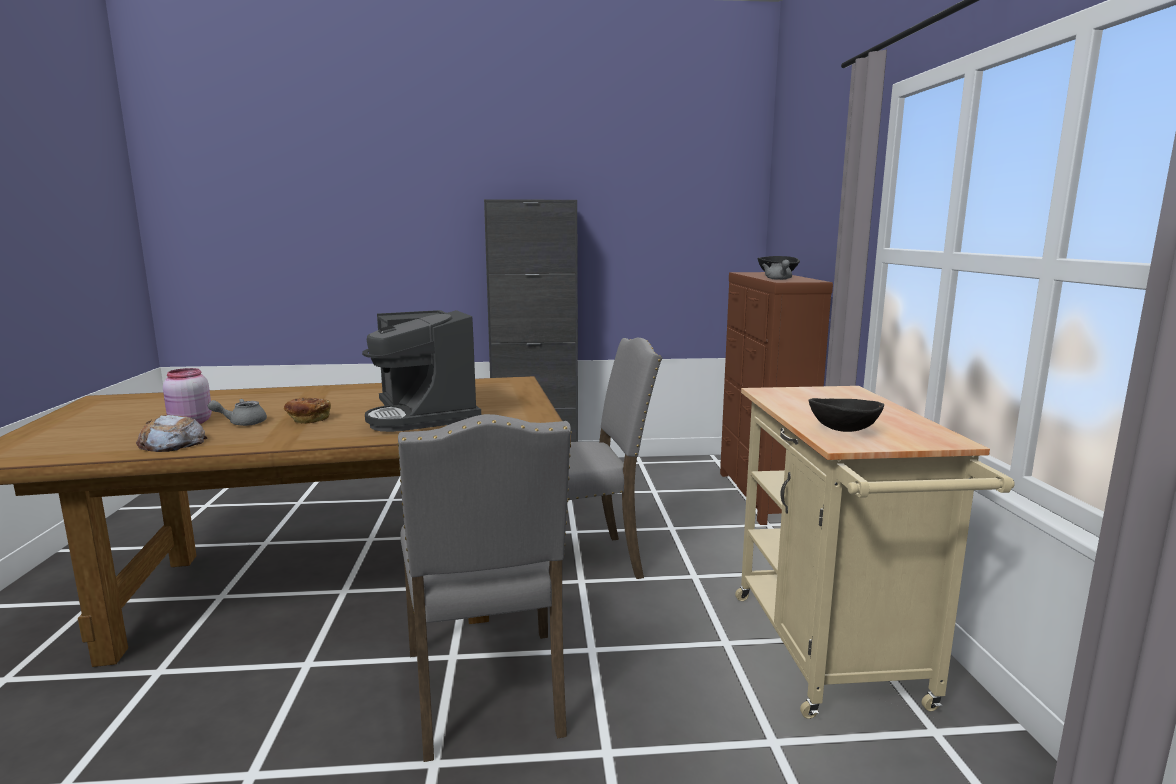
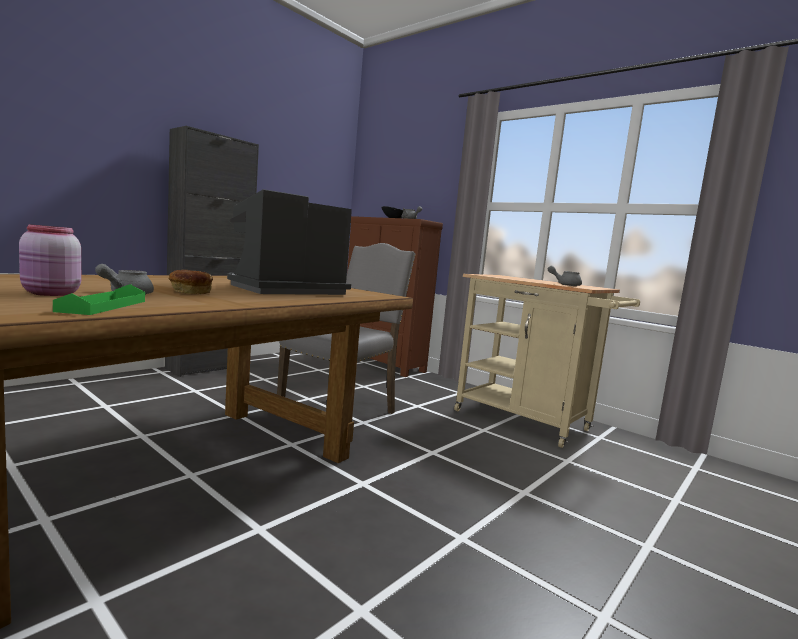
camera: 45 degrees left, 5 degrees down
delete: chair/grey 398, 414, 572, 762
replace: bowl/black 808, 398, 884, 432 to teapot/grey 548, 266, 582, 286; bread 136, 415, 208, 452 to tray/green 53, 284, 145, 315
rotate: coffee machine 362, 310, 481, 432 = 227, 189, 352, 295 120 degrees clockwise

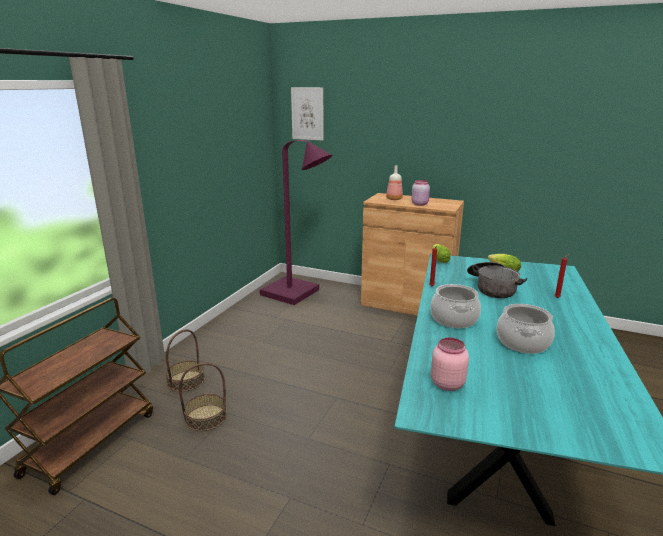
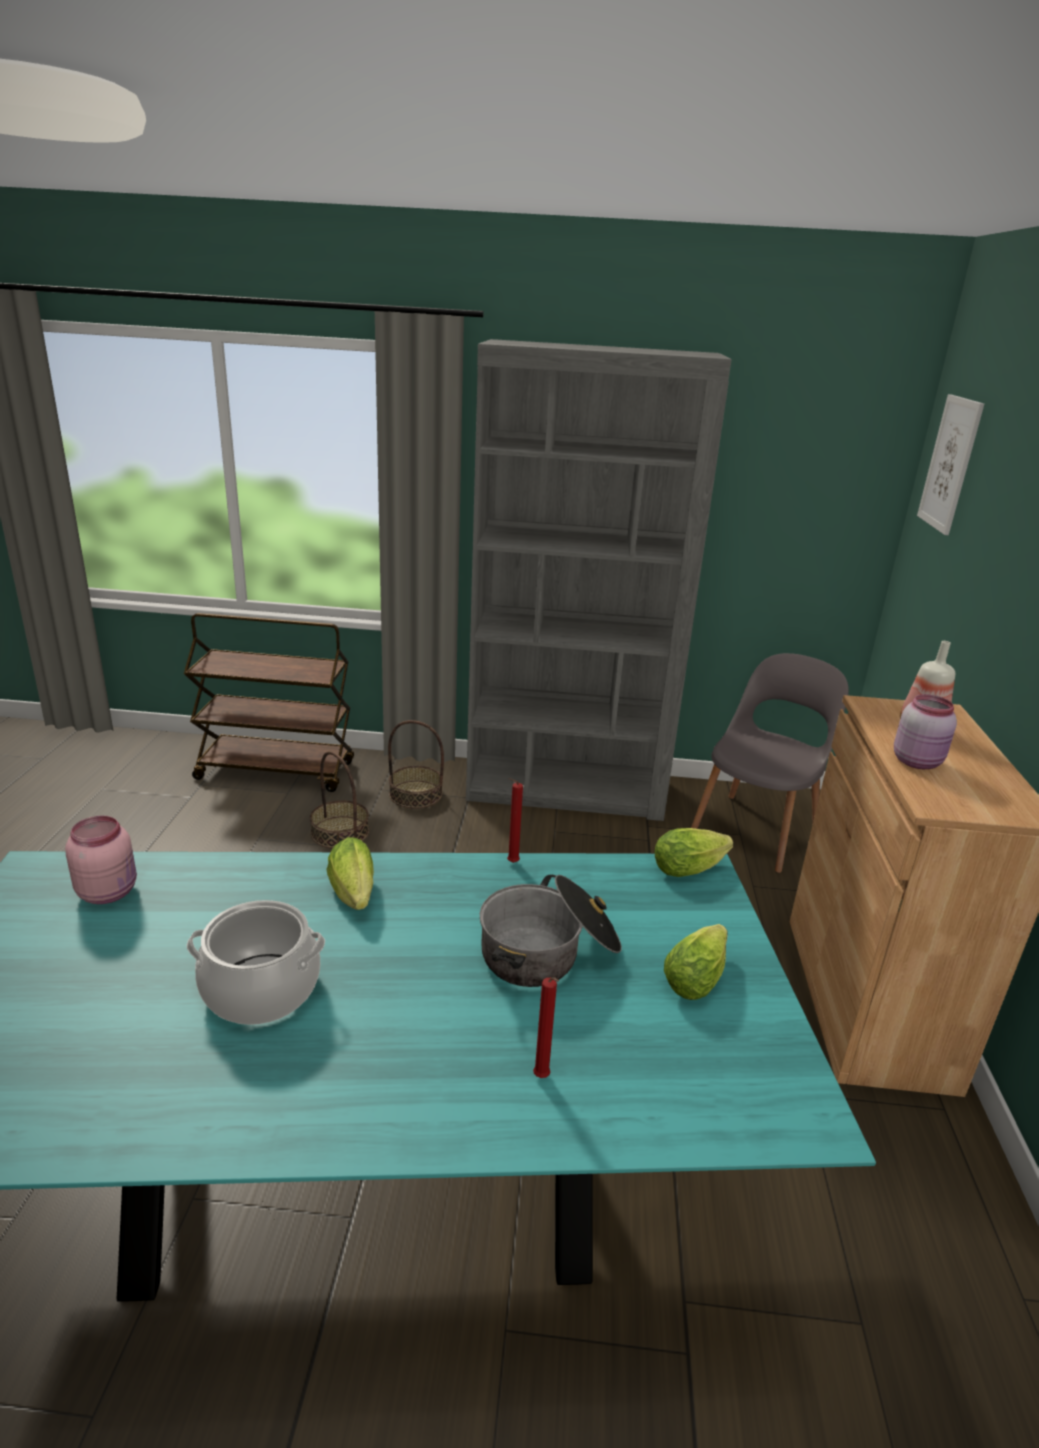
camera: 70 degrees right, 5 degrees up
insert: bookcase/grey 466, 339, 732, 821
replace: floor lamp/purple 260, 140, 333, 305 to chair/grey 691, 653, 849, 873; cooking pot 430, 284, 481, 328 to lettuce 327, 837, 374, 910

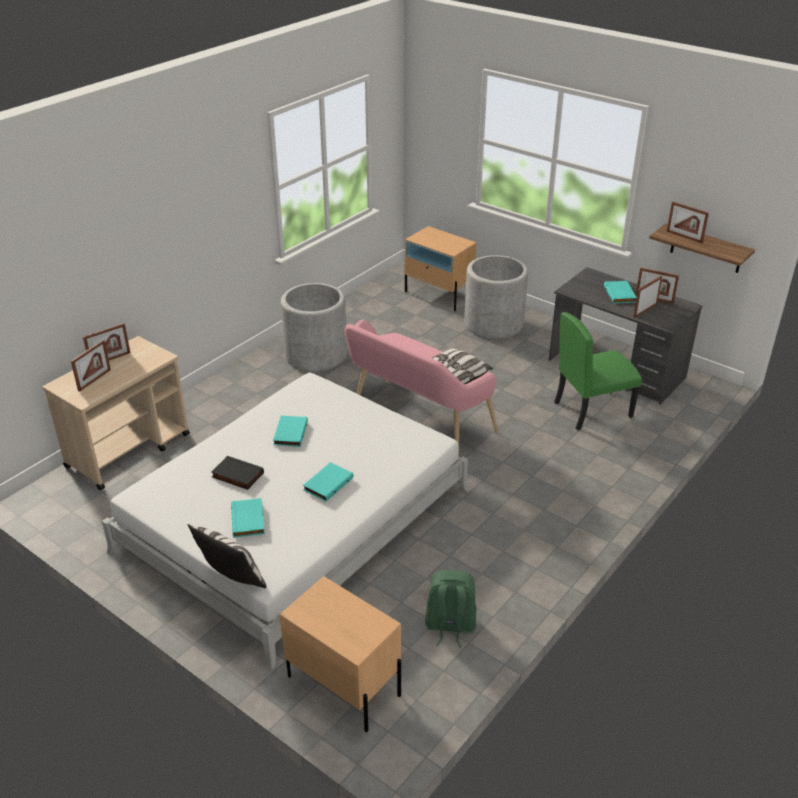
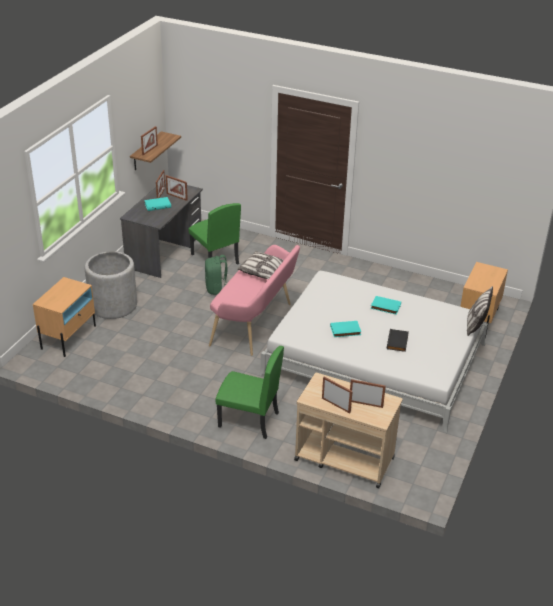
camera: 105 degrees left, 0 degrees up
delete: planter/grey 281, 283, 347, 371; book/turquoise 231, 498, 265, 538
insert: chair/green 215, 346, 284, 439
move: backpack/green 425, 570, 476, 648 to 205, 255, 227, 295

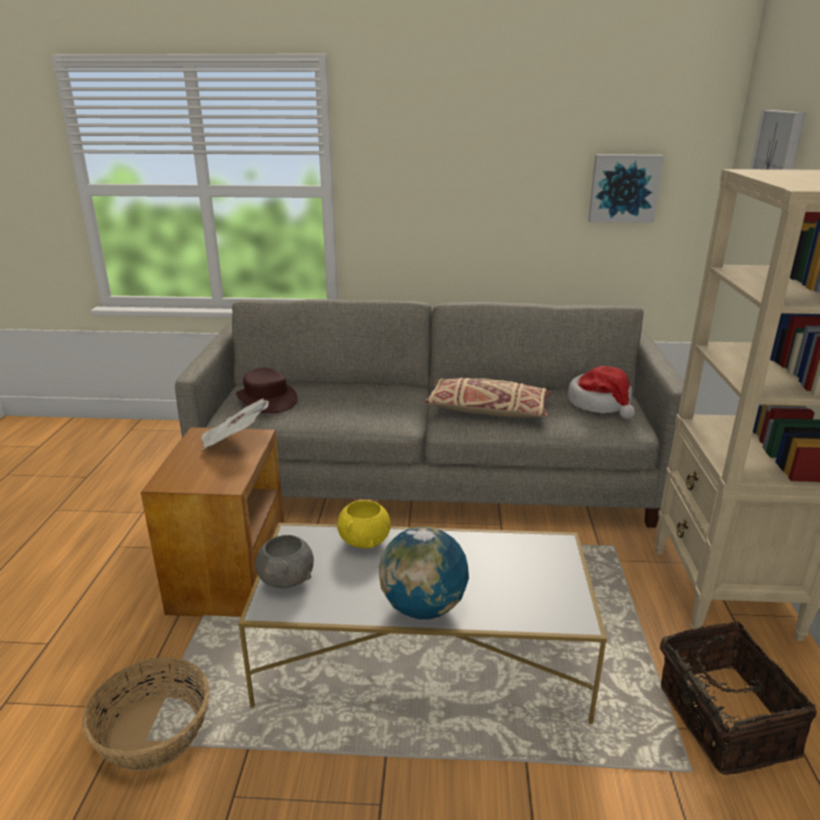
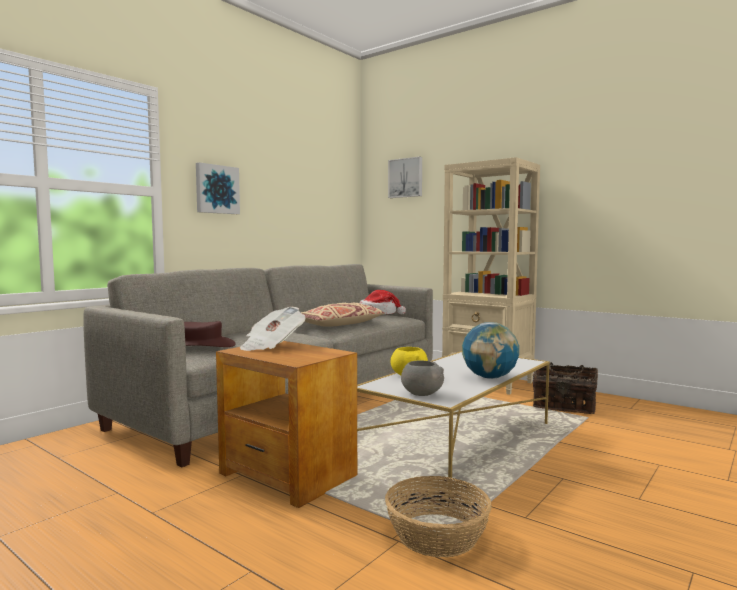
camera: 55 degrees left, 20 degrees down
move: picture 588, 154, 664, 223 to 196, 162, 240, 214

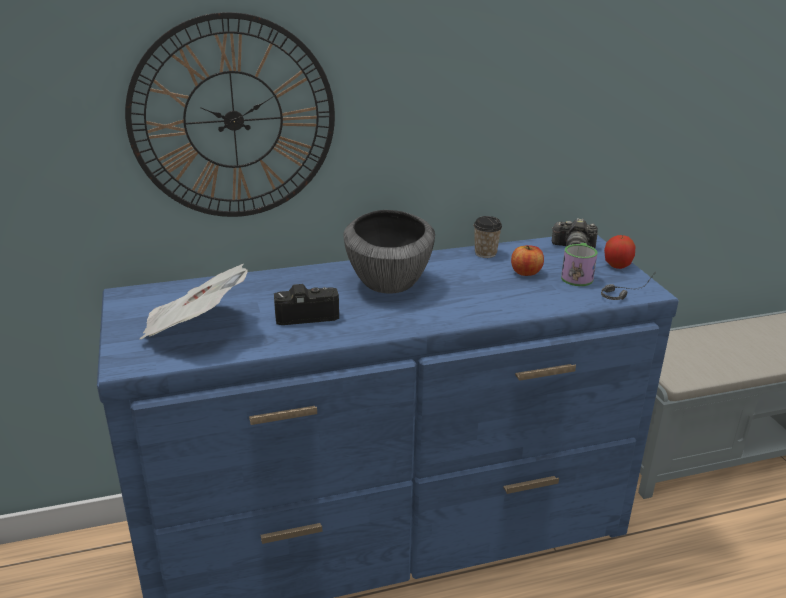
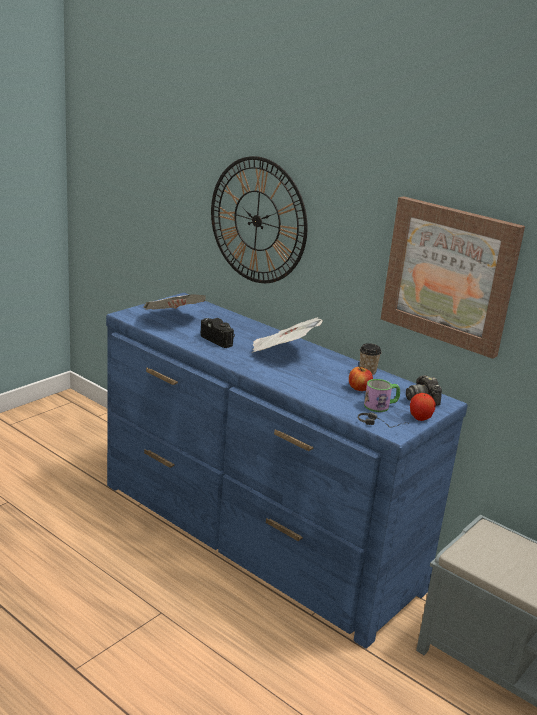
camera: 55 degrees right, 5 degrees down
insert: picture 381, 196, 525, 359
replace: bowl 343, 210, 435, 294 to newspaper 252, 317, 323, 353

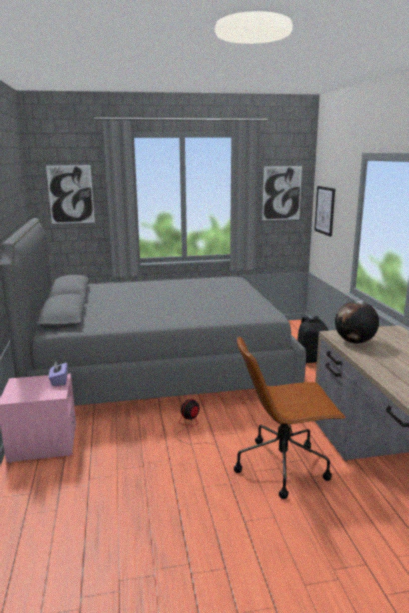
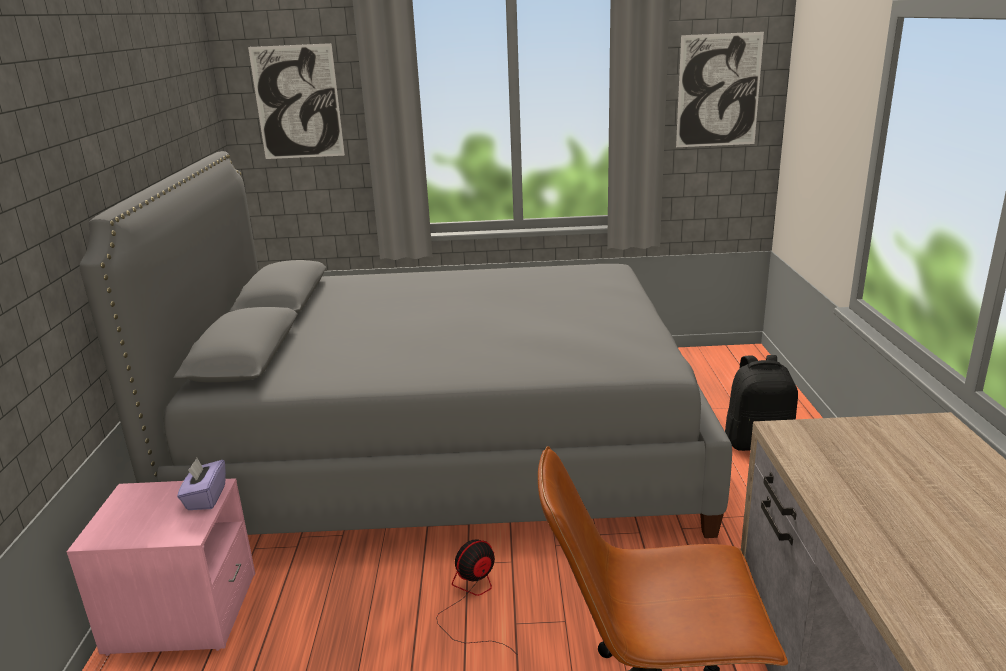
camera: 10 degrees right, 5 degrees up
delete: picture 314, 186, 335, 237; globe 335, 301, 379, 344

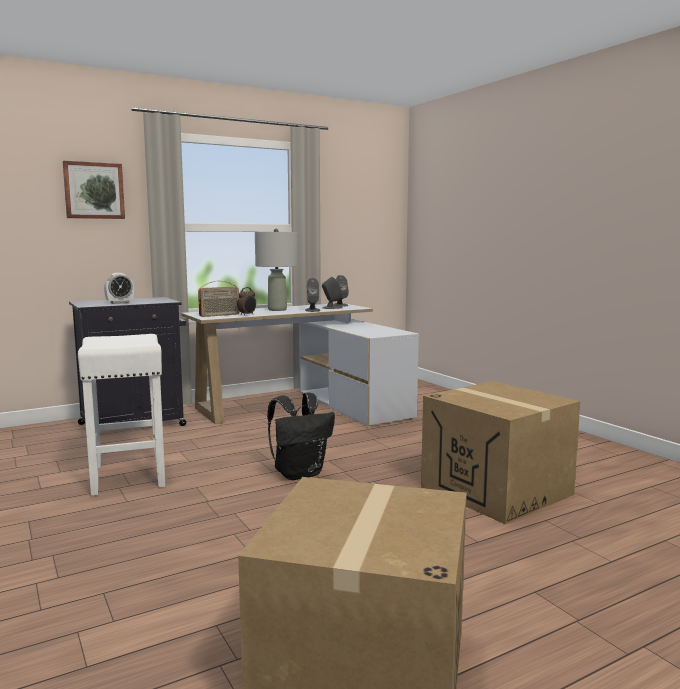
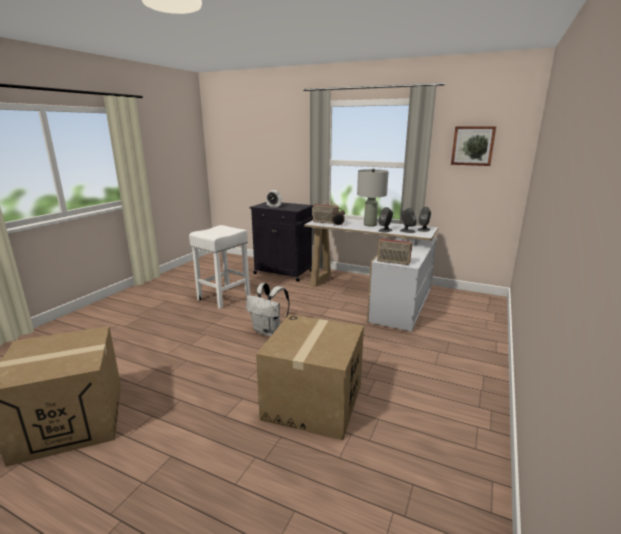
camera: 55 degrees right, 10 degrees up
insert: radio 377, 235, 412, 265
move: picture 63, 161, 125, 219 to 451, 126, 496, 166
recolor: backpack/black 267, 392, 335, 480 to backpack/white 246, 283, 290, 336

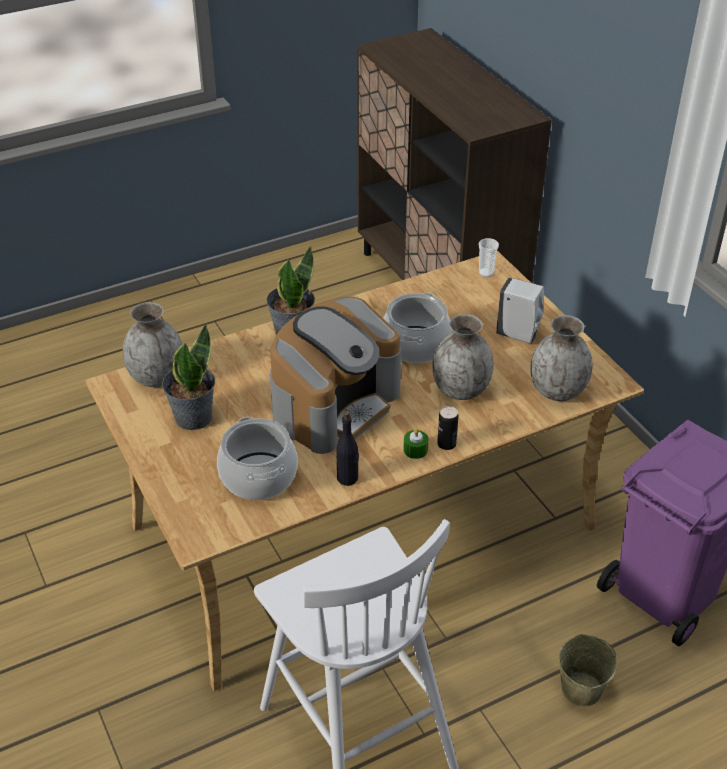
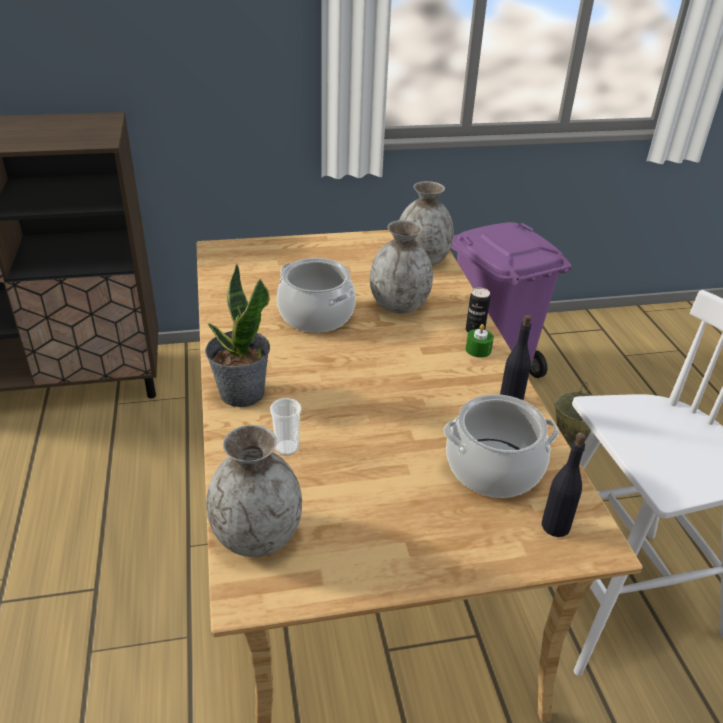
camera: 75 degrees left, 5 degrees down
delete: soap dispenser/white 496, 278, 544, 344; coffee machine 270, 297, 401, 454; potted plant 162, 324, 215, 430
insert: bottle/black 541, 432, 586, 537
move: cup 479, 238, 499, 277 to 270, 398, 301, 456

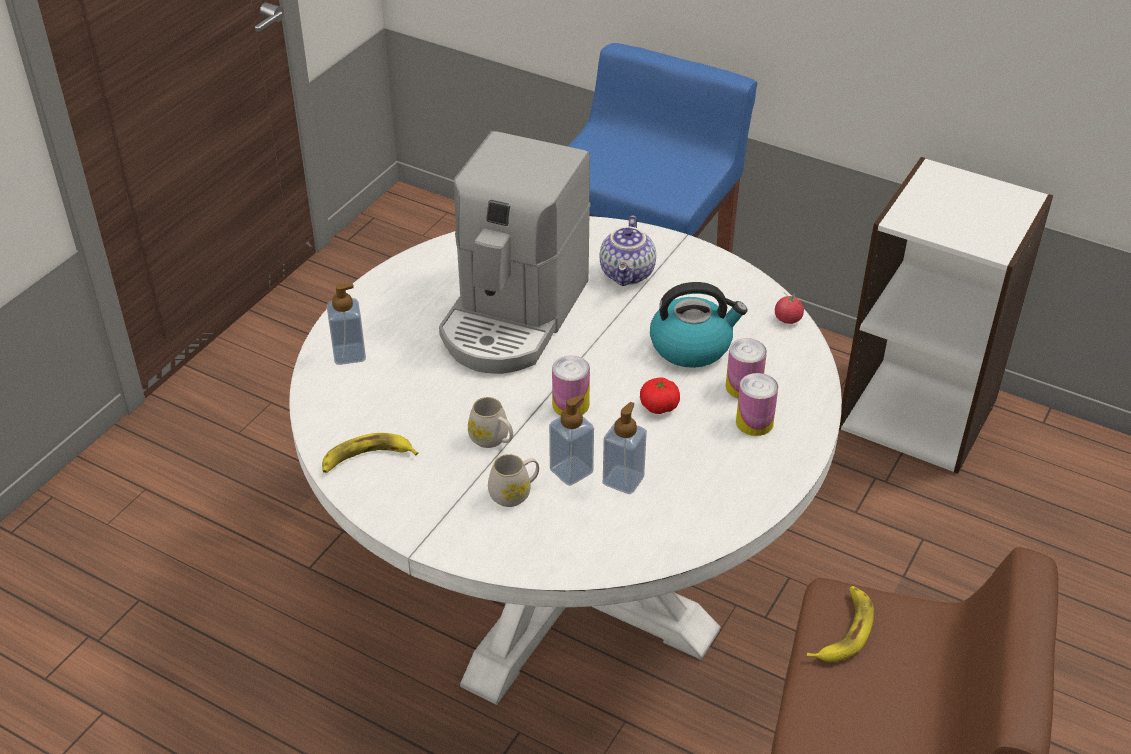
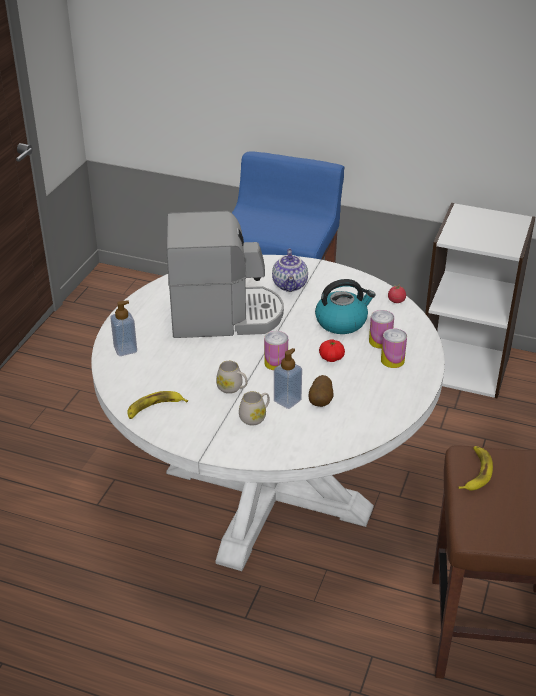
camera: 10 degrees left, 5 degrees down
replace: soap dispenser 603, 402, 647, 494 to potato 309, 375, 334, 407
rotate: coffee machine 439, 131, 591, 374 = 167, 211, 284, 338 105 degrees counterclockwise

